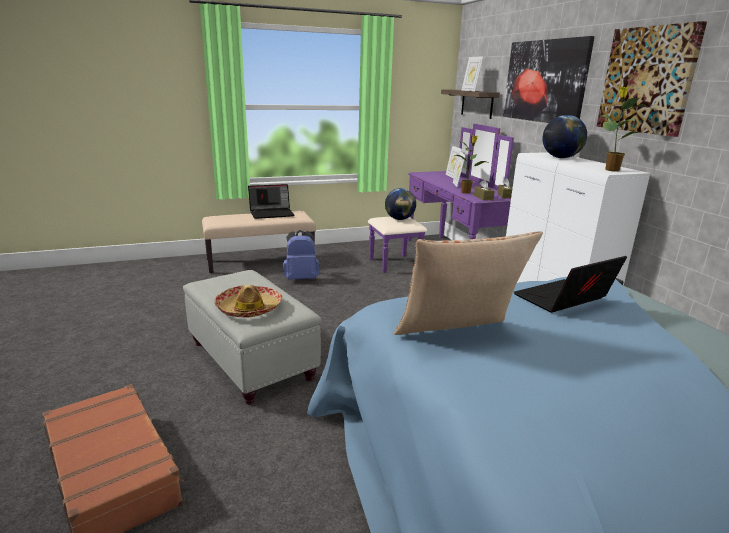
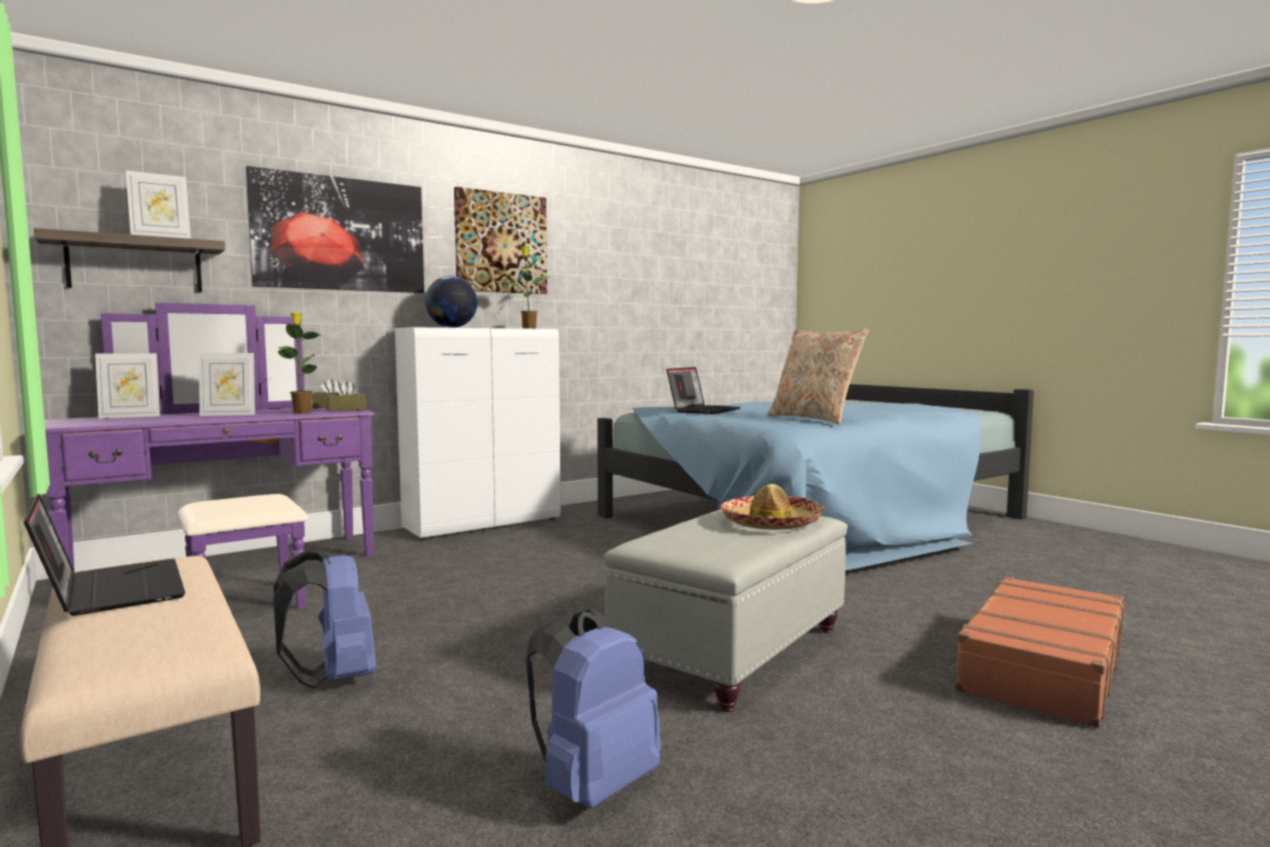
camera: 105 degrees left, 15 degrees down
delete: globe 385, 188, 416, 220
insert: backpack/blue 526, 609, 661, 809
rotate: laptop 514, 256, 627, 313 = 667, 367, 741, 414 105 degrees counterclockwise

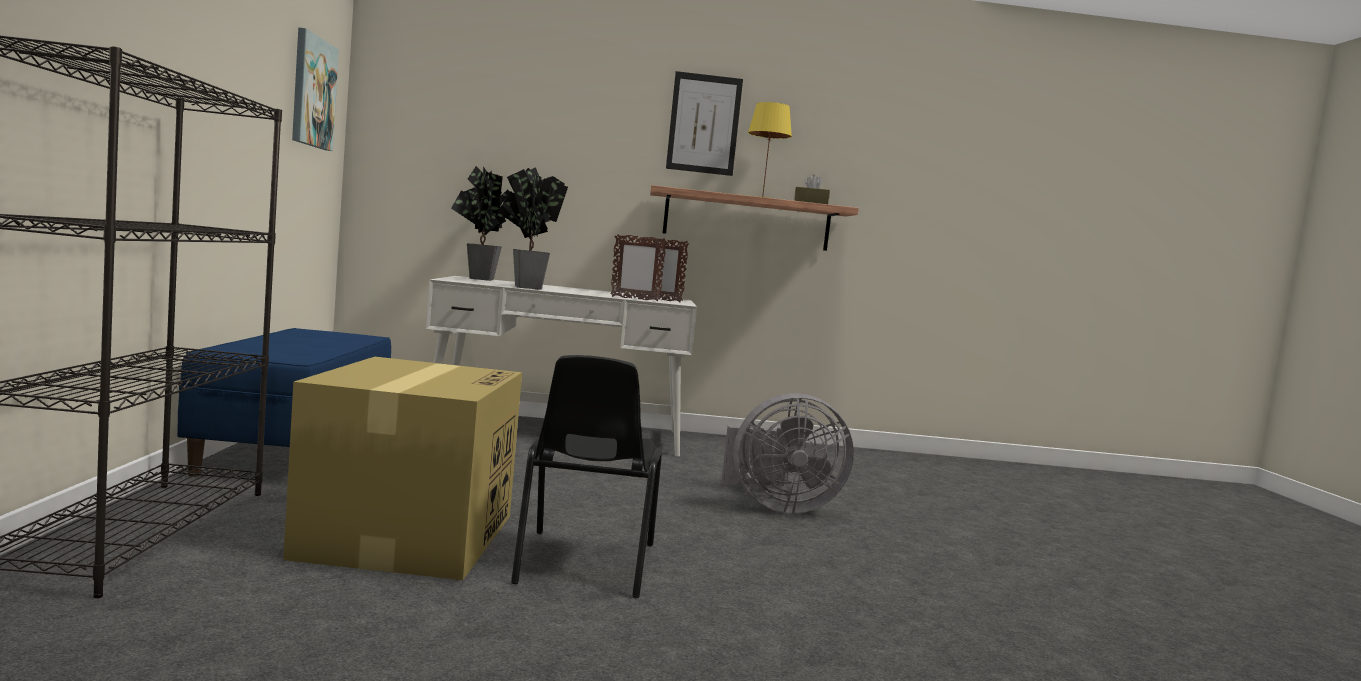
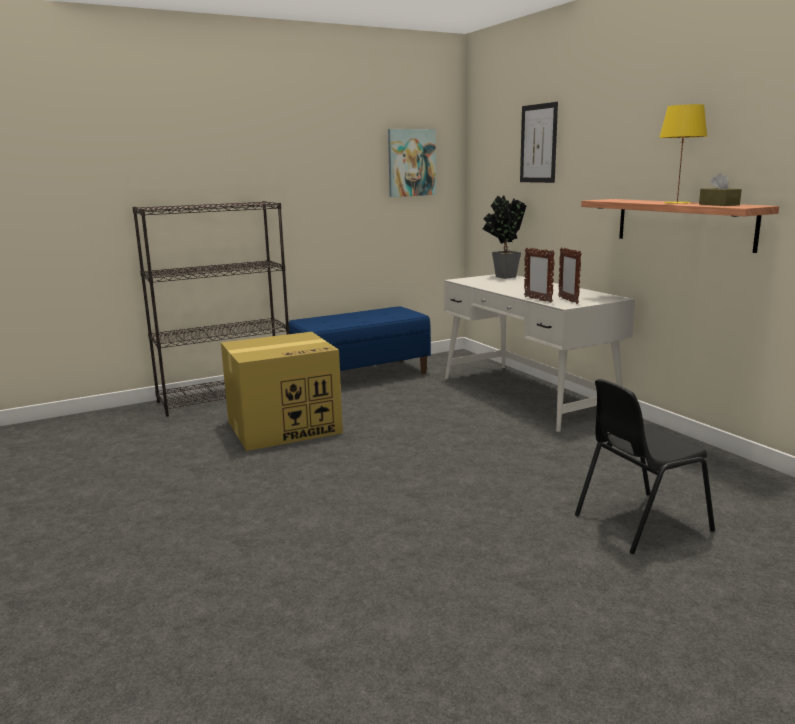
camera: 65 degrees right, 10 degrees up
delete: potted plant 498, 167, 568, 290; fan/grey 721, 393, 854, 513
move: picture 666, 71, 743, 176 to 520, 102, 558, 183; chair/black 511, 355, 662, 598 to 575, 379, 715, 554

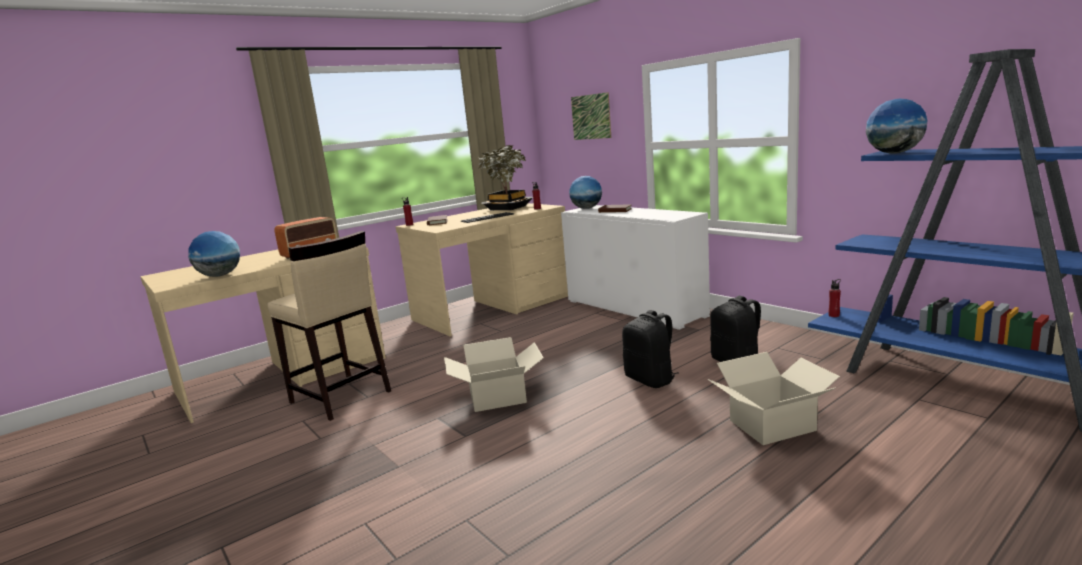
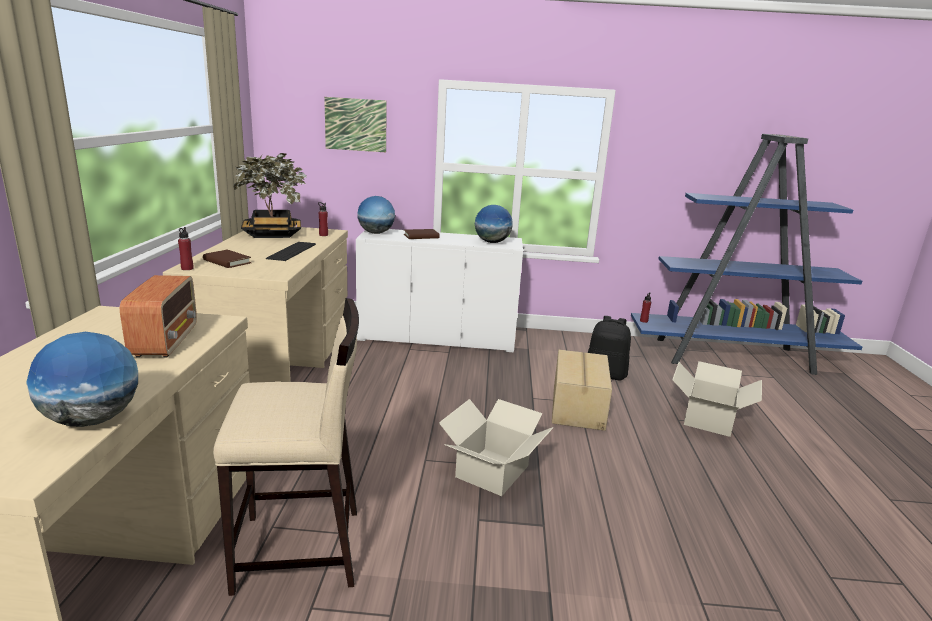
camera: 50 degrees left, 5 degrees up
move: globe 866, 99, 928, 154 to 475, 205, 513, 243
replace: backpack/black 622, 310, 679, 388 to cardboard box 552, 350, 612, 431

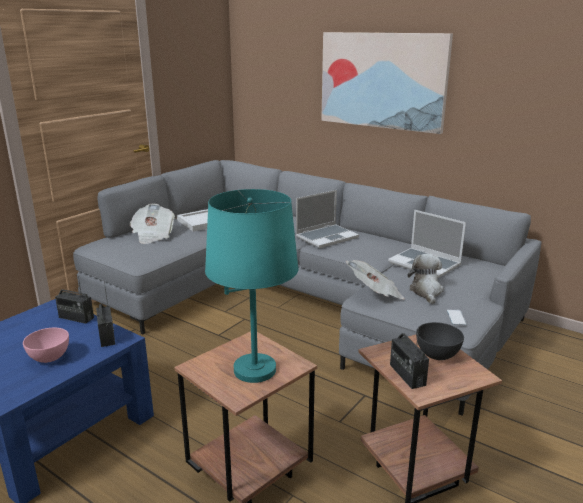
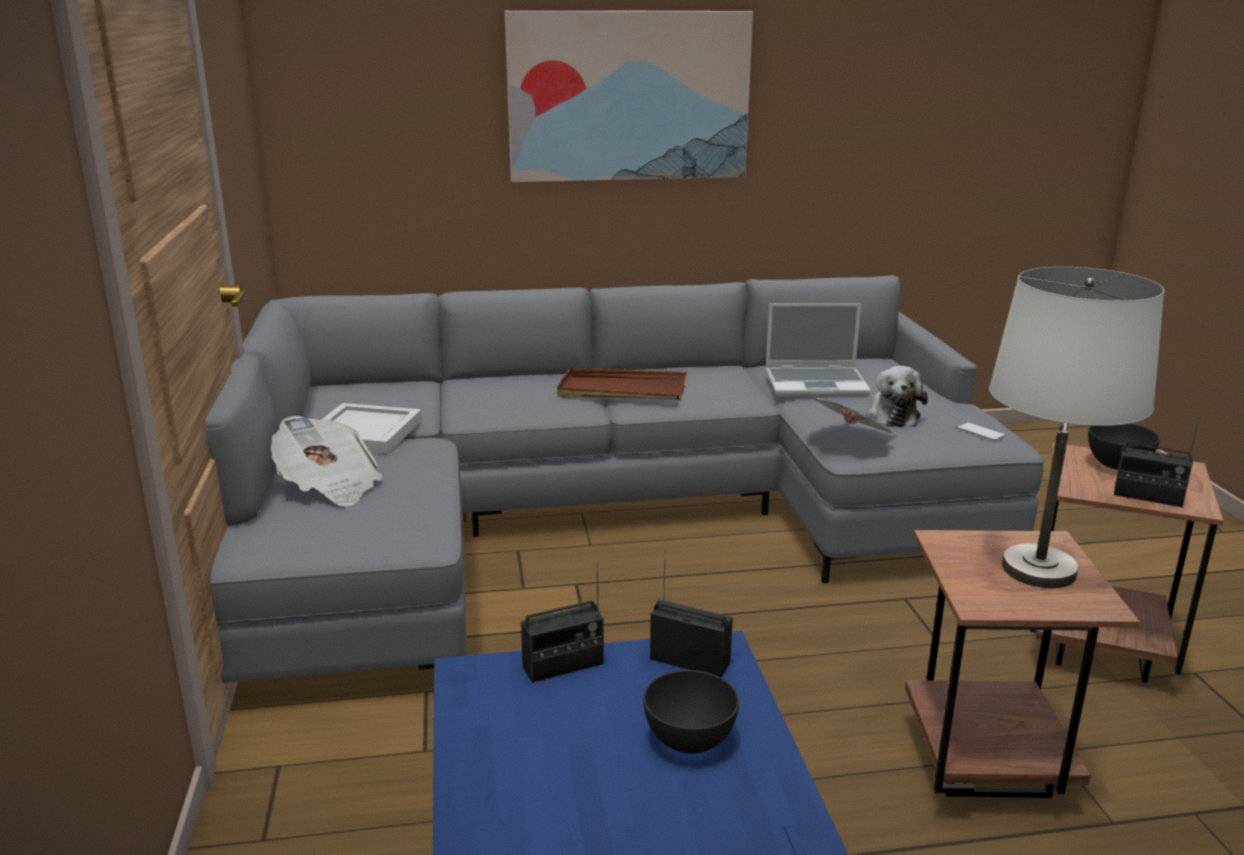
camera: 45 degrees left, 0 degrees up
replace: laptop 296, 190, 359, 248 to tray/brown 557, 368, 687, 400
recolor: table lamp/turquoise 205, 189, 299, 383 to table lamp/white 989, 267, 1164, 588; bowl/pink 23, 328, 69, 363 to bowl/grey 643, 670, 739, 754
rotate: plush toy 408, 254, 444, 304 = 866, 366, 928, 427 135 degrees counterclockwise

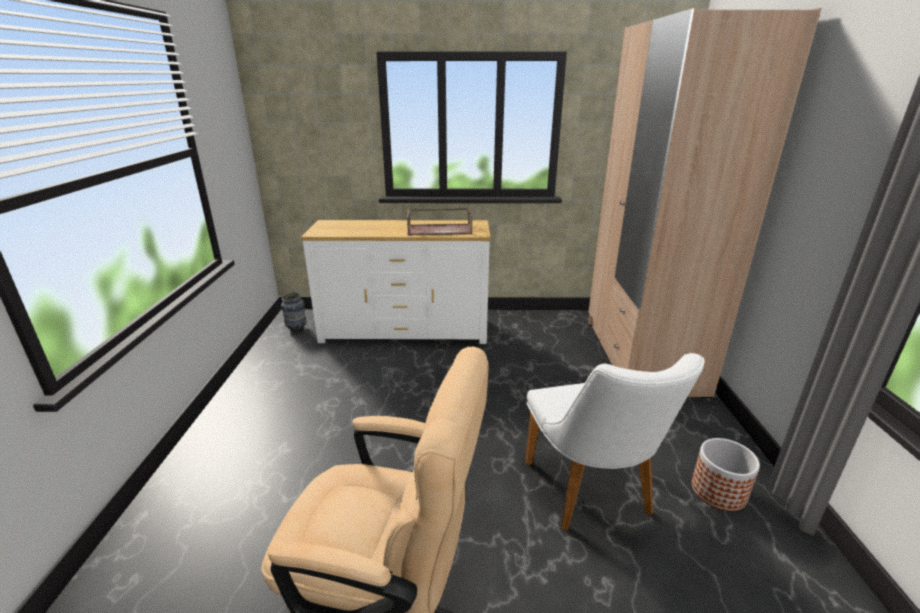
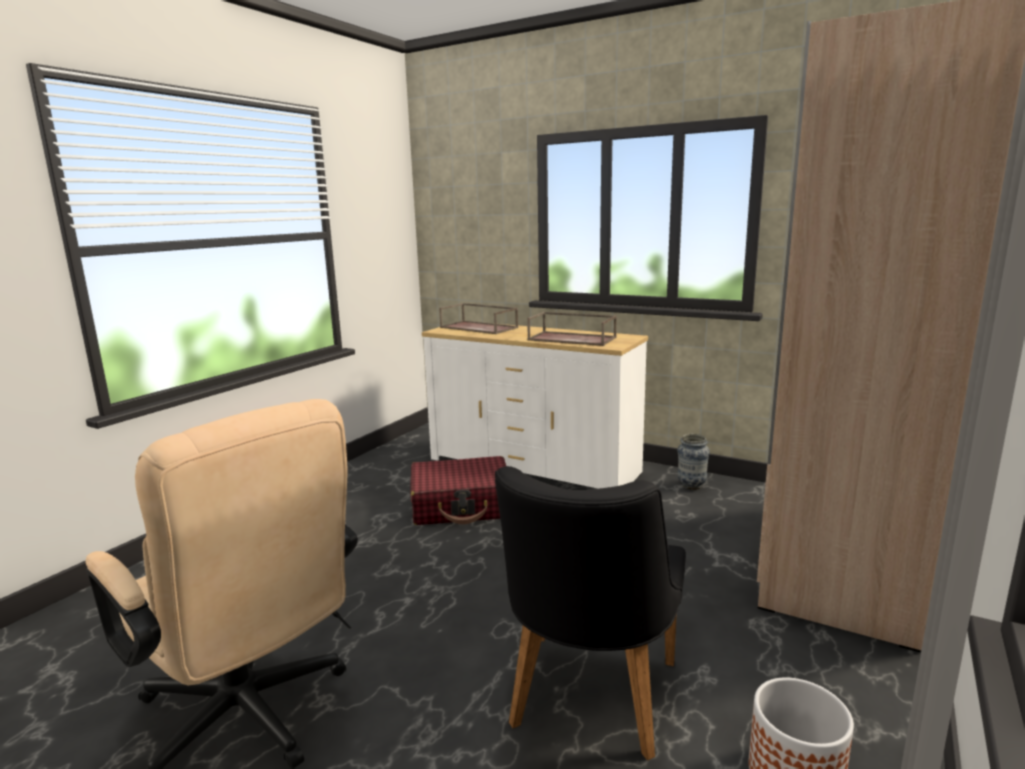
camera: 30 degrees right, 10 degrees down
insert: tray/brown 439, 303, 519, 334; suitcase/red 411, 456, 506, 525
move: vase 281, 292, 306, 332 to 677, 434, 710, 490
recolor: chair/white 525, 353, 705, 531 to chair/black 495, 466, 686, 761

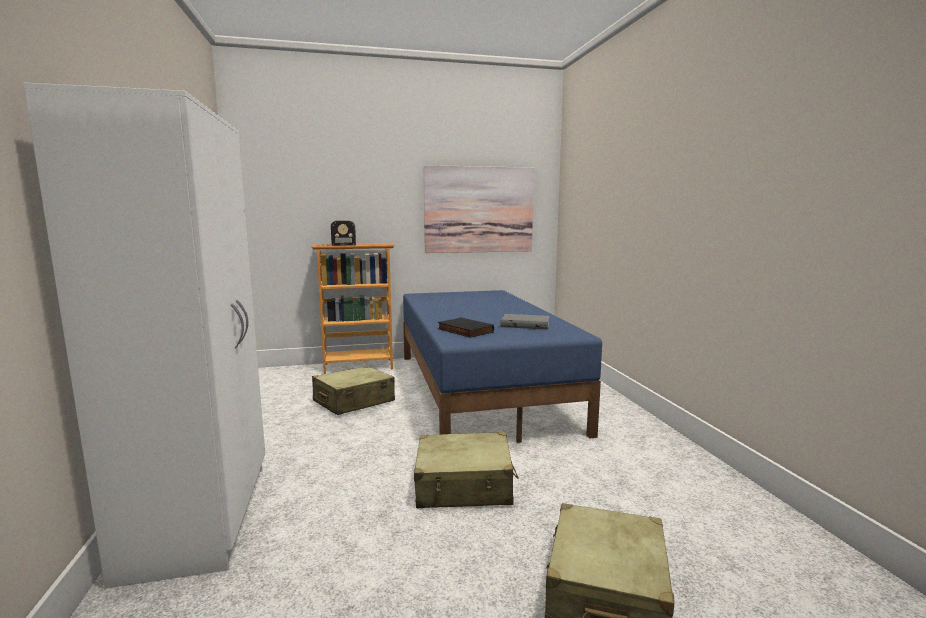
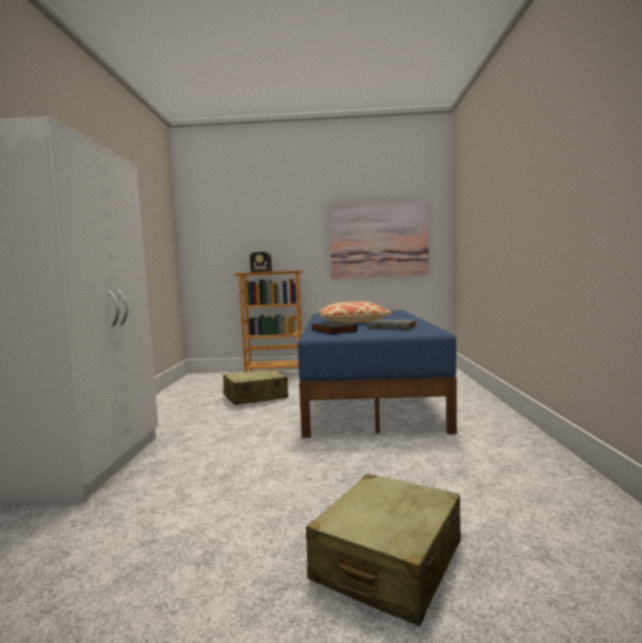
camera: 15 degrees right, 5 degrees down
delete: suitcase/beige 414, 432, 519, 508
insert: pillow 318, 301, 393, 323

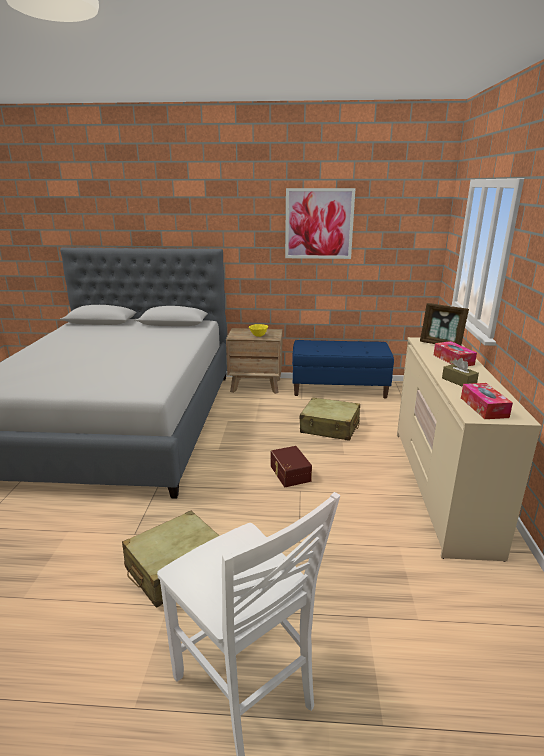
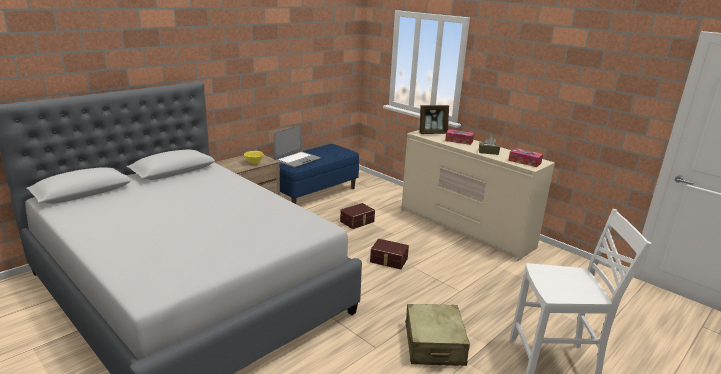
camera: 50 degrees left, 0 degrees up
delete: picture 285, 188, 356, 259
insert: laptop 274, 125, 321, 167
replace: suitcase/beige 300, 397, 360, 441 to storage box/brown 340, 203, 375, 229

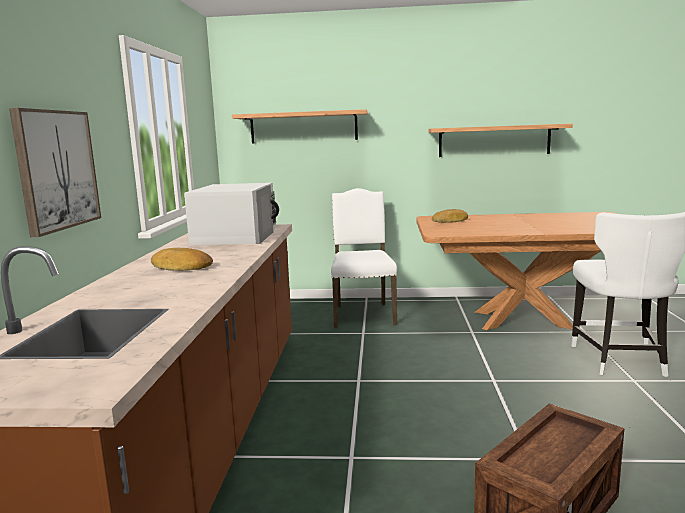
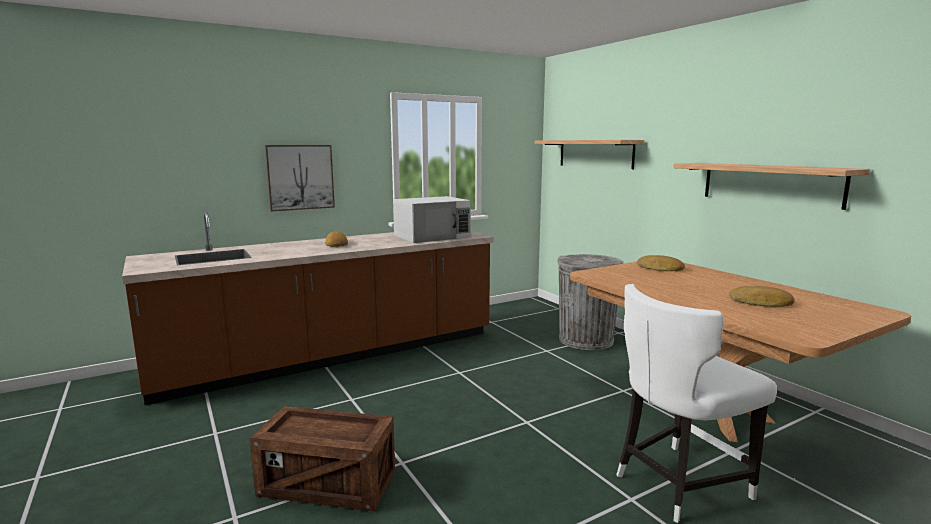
camera: 55 degrees right, 0 degrees up
insert: bread 729, 286, 795, 307
replace: chair/white 331, 188, 397, 328 to trash can/grey 557, 254, 624, 350

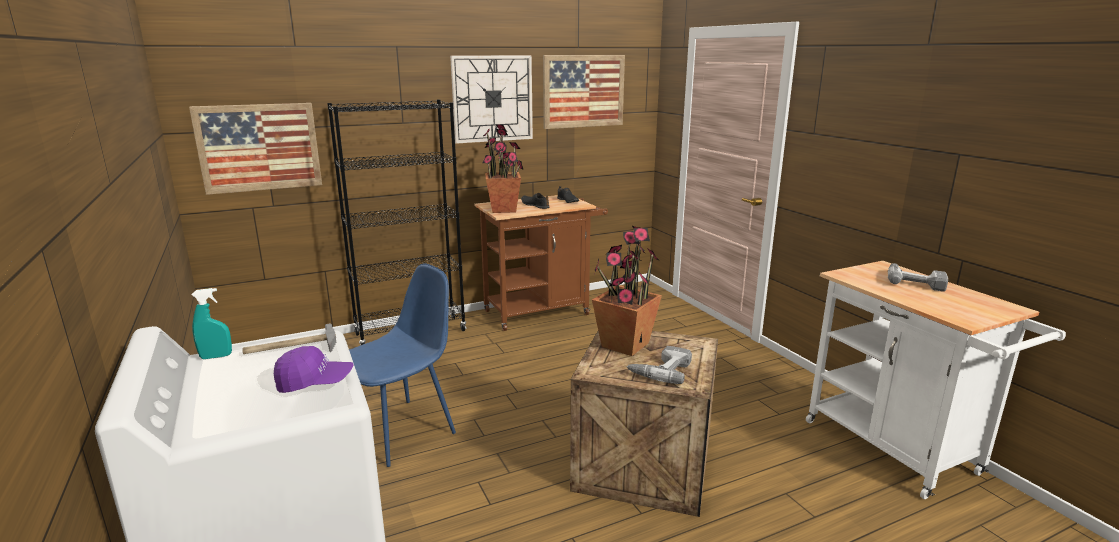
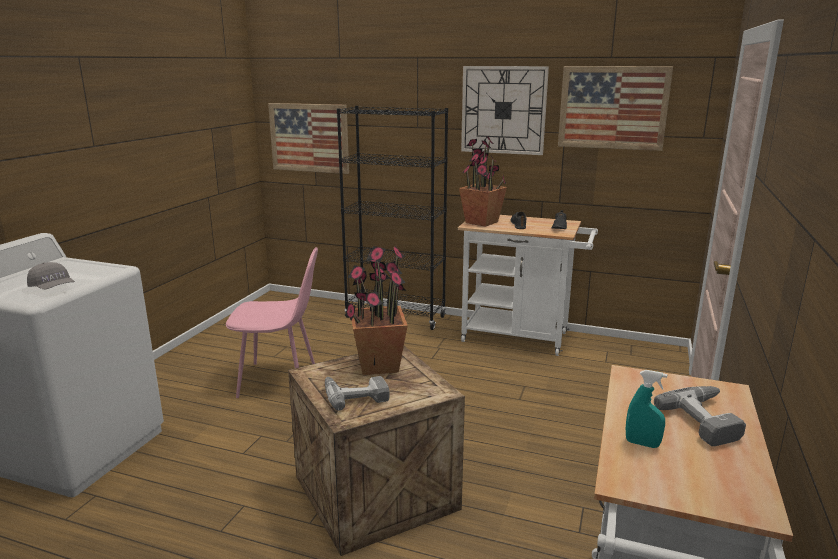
camera: 45 degrees right, 0 degrees up
delete: hammer 242, 323, 336, 354
move: spray bottle/turquoise 192, 288, 232, 359 to 626, 370, 667, 448
recolor: cart/brown 475, 195, 608, 331 to cart/white 458, 215, 598, 356; chair/blue 349, 264, 456, 467 to chair/pink 226, 247, 318, 398; cap/purple 274, 346, 354, 393 to cap/grey 27, 262, 75, 290

